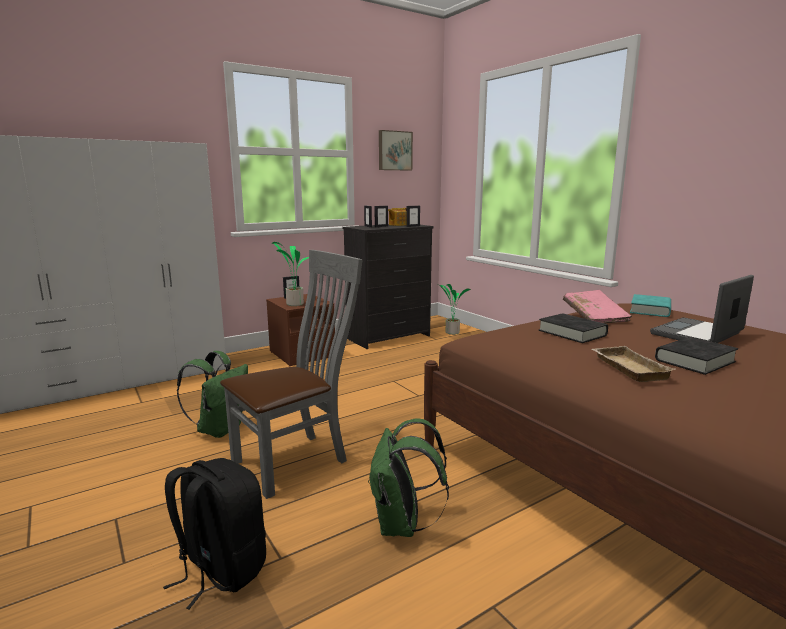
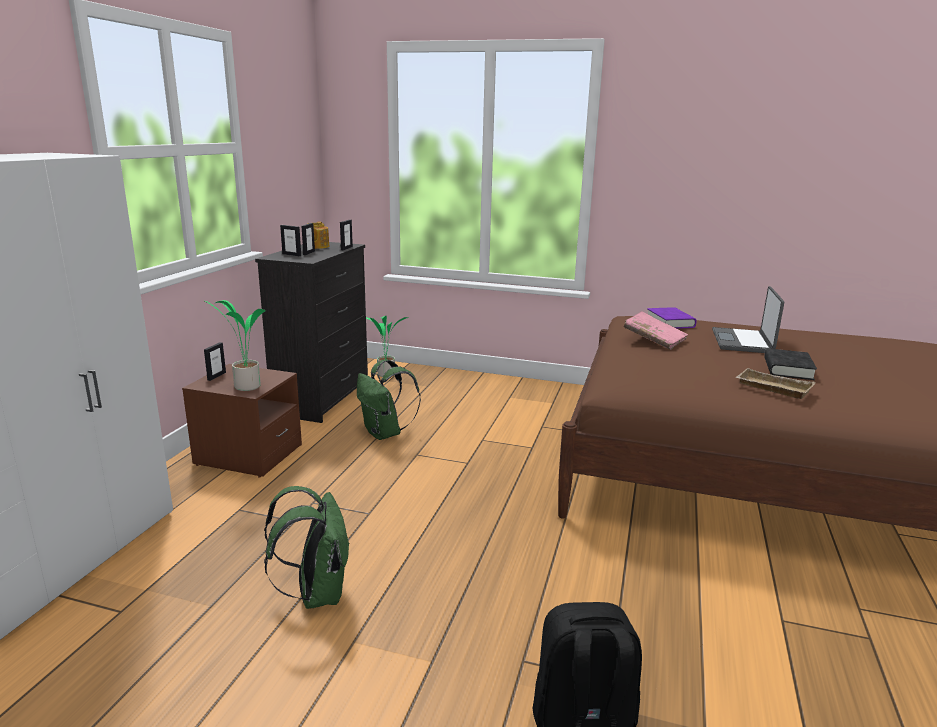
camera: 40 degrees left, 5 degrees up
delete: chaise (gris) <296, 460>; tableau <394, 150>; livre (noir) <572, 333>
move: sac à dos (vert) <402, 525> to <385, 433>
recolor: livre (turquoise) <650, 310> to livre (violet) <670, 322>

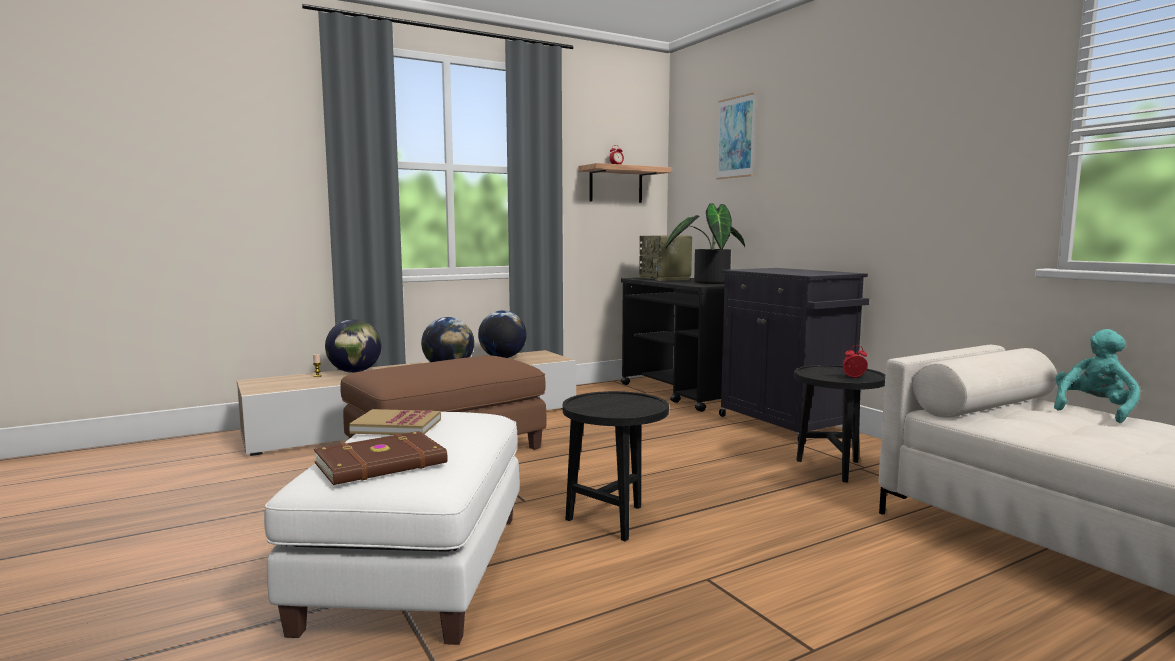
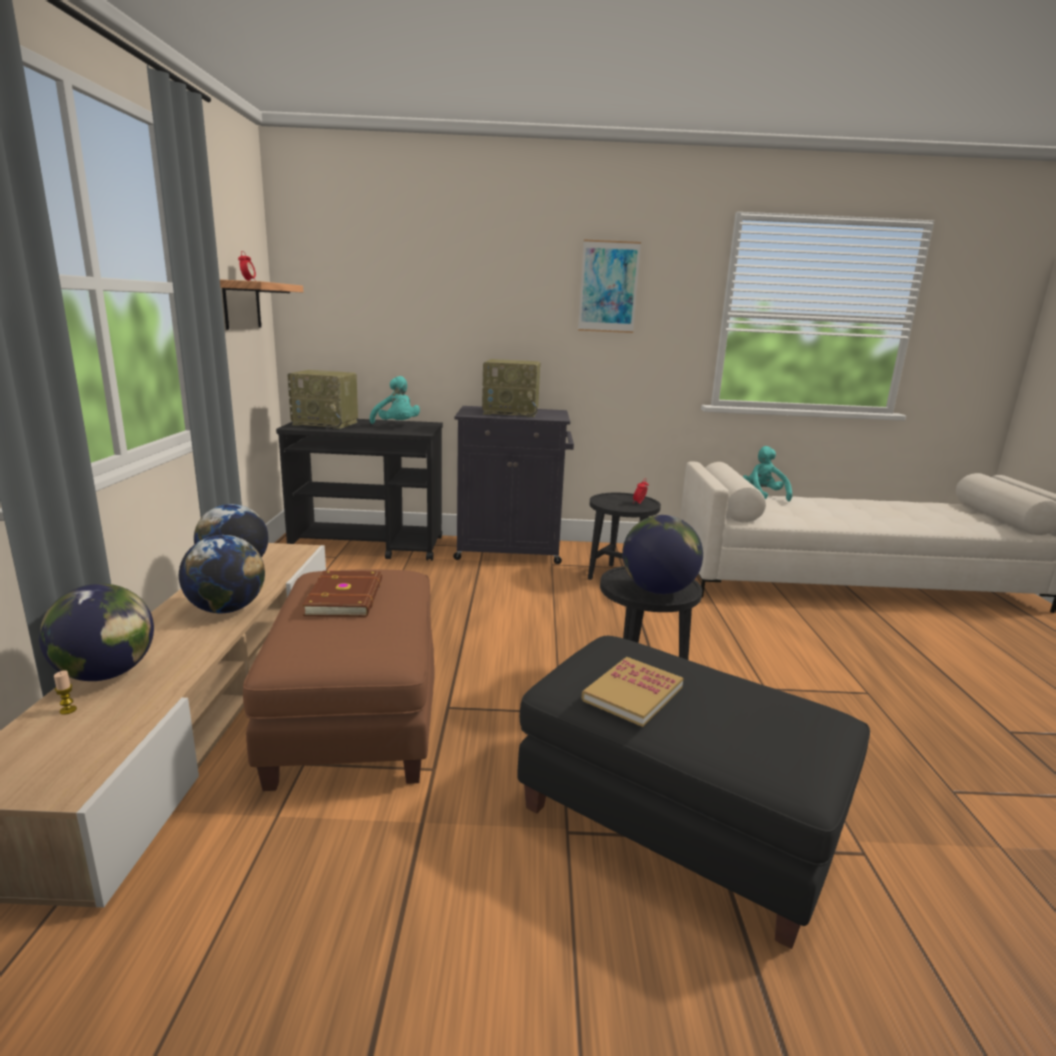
camera: 60 degrees left, 10 degrees up
insert: radio <512, 412>; globe <658, 590>
move: livre (marron) <382, 464> to <347, 597>; tableau <735, 137> to <608, 287>
replace: plante en pot <707, 282> to peluche (turquoise) <396, 425>
recolor: pouf (blanc) <418, 568> to pouf (noir) <675, 819>

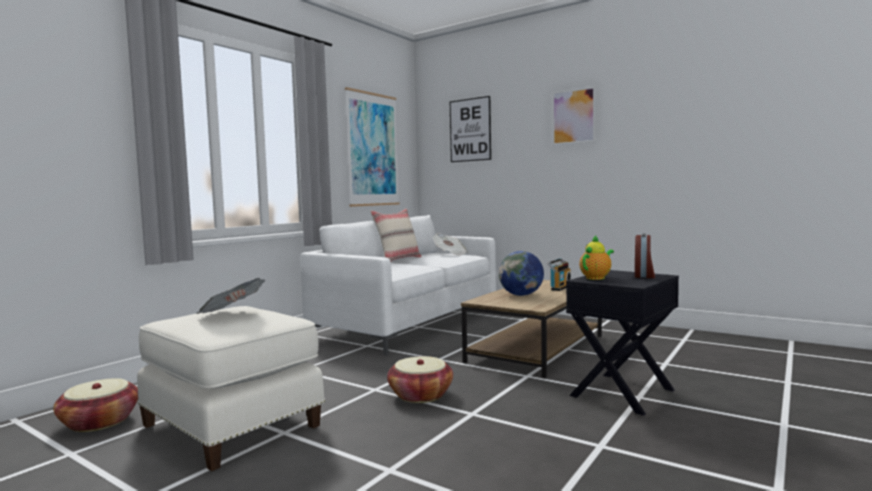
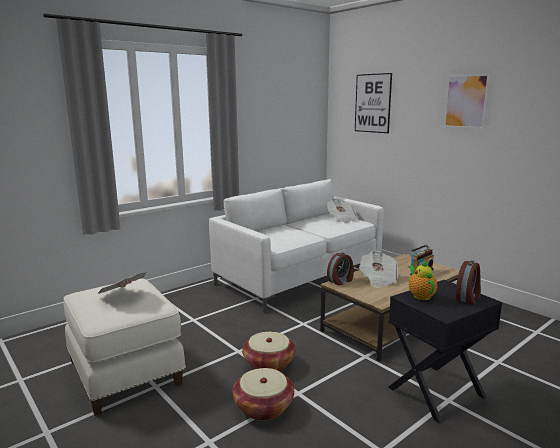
camera: 15 degrees right, 10 degrees up
delete: tableau <372, 149>; coussin (beige) <398, 260>
insert: réveil <341, 281>
move: panier <99, 422> to <263, 407>
replace: globe <521, 295> to journal <378, 279>
rotate: théière <596, 278> = <420, 295> 75 degrees counterclockwise

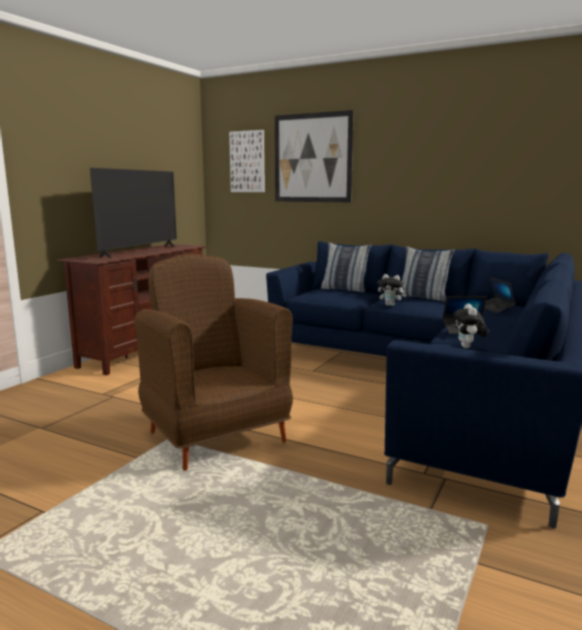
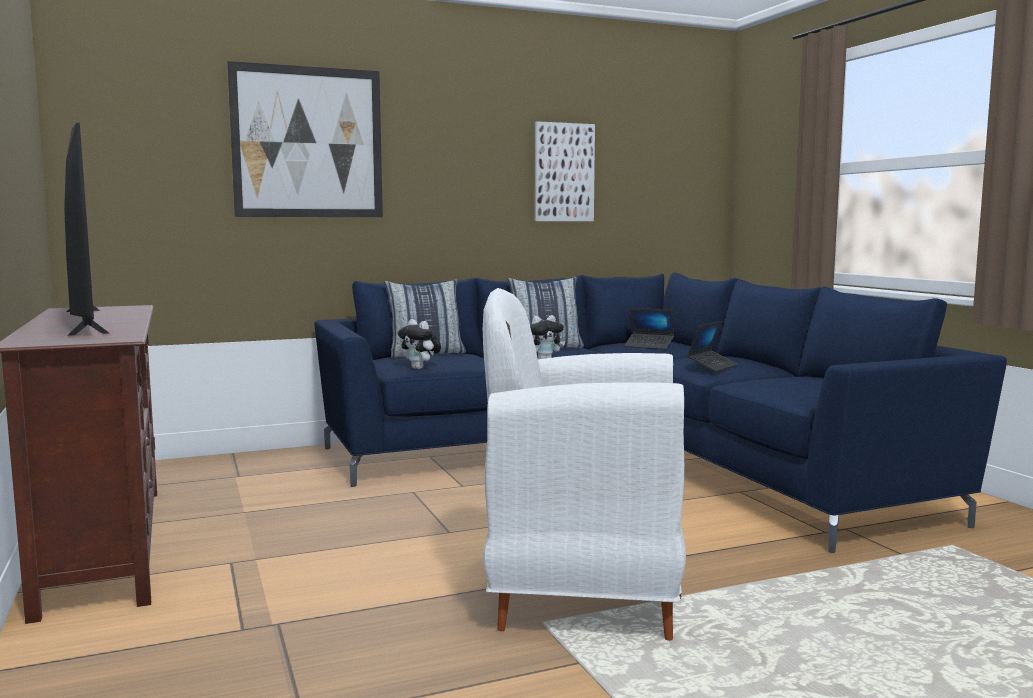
camera: 50 degrees left, 5 degrees down
move: tableau <247, 161> to <564, 172>; peluche <468, 347> to <420, 368>
recolor: fauteuil (marron) <215, 436> to fauteuil (blanc) <583, 594>

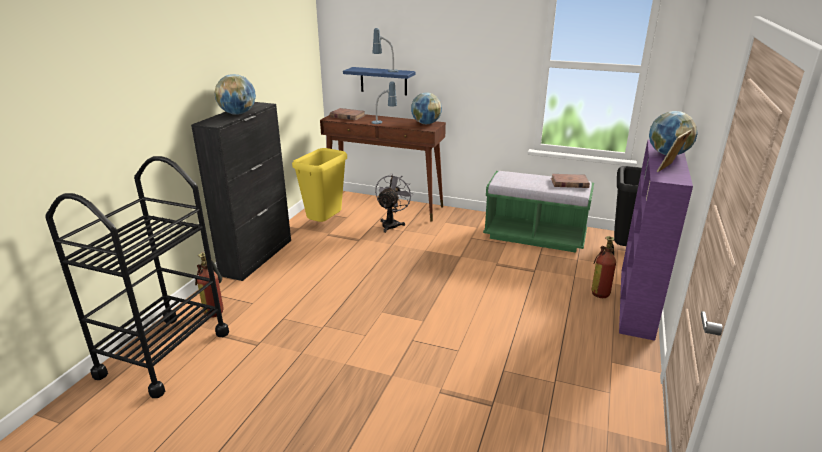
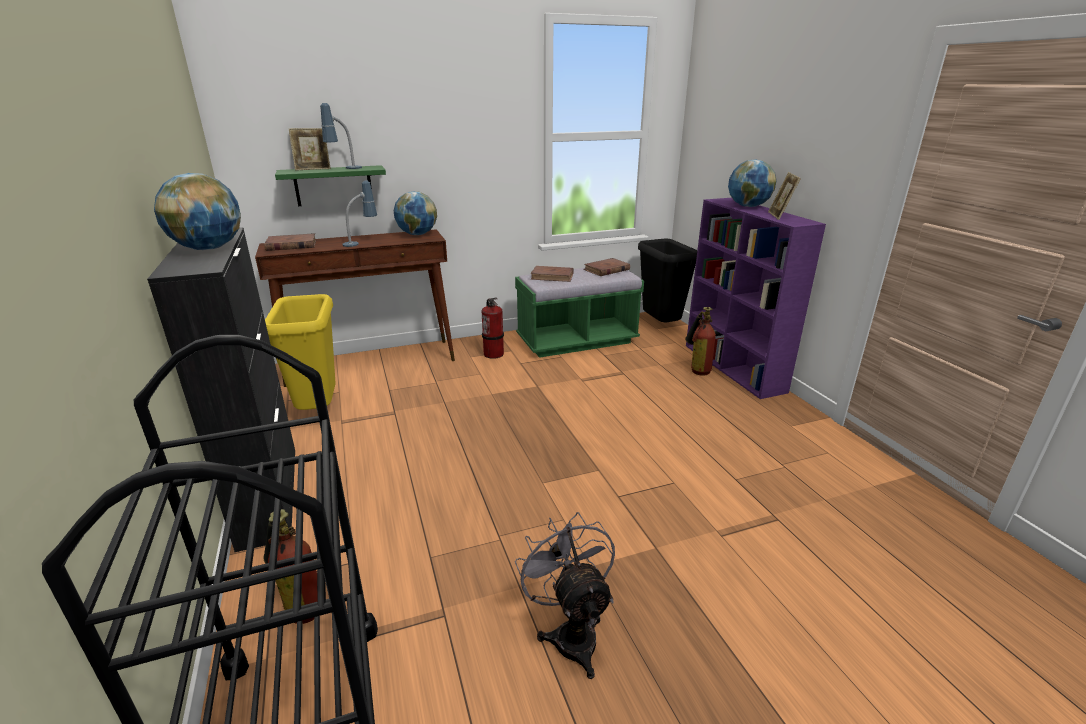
camera: 40 degrees left, 0 degrees up
insert: cadre photo <313, 169>; extincteur <494, 354>; livre (marron) <552, 276>
move: ventilateur (gris) <392, 224> to <570, 633>
recolor: étagère (bleu) <383, 81> to étagère (vert) <333, 185>

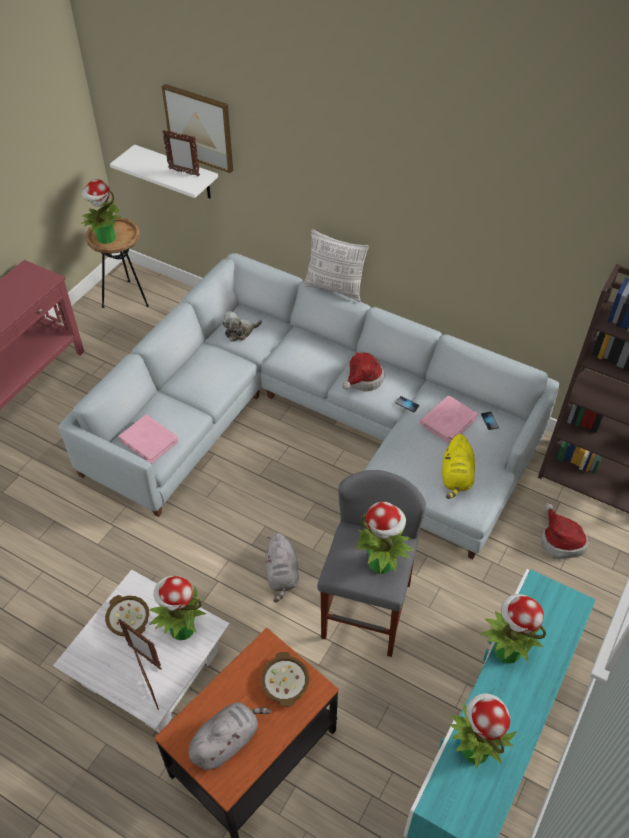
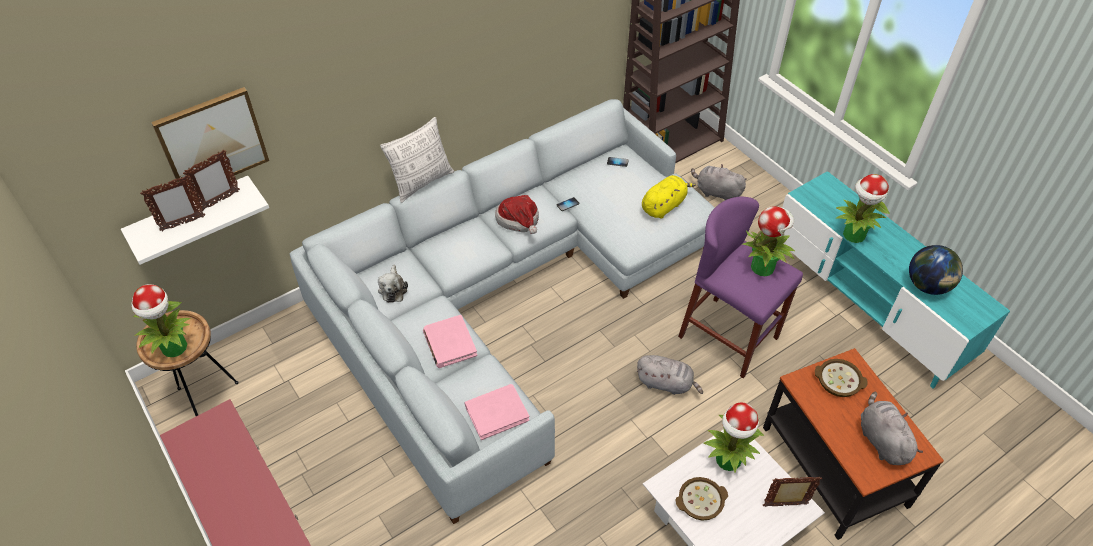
camera: 65 degrees left, 0 degrees up
move: cadre photo <144, 657> to <182, 223>; livre (rose) <448, 421> to <449, 343>
replace: plante en pot <474, 748> to globe <928, 285>; chapeau <560, 541> to peluche (gris) <716, 192>
recolor: tabouret (gris) <366, 610> to tabouret (violet) <728, 337>
rotate: peluche (jaune) <456, 477> = <664, 206> 75 degrees counterclockwise

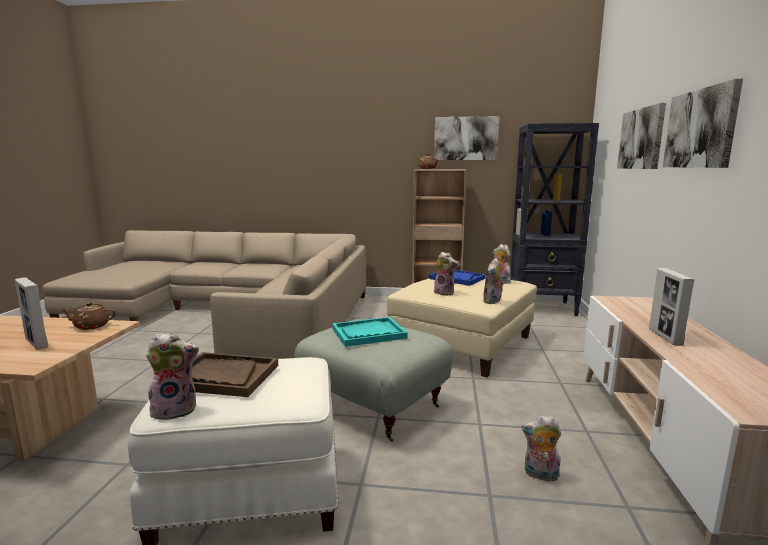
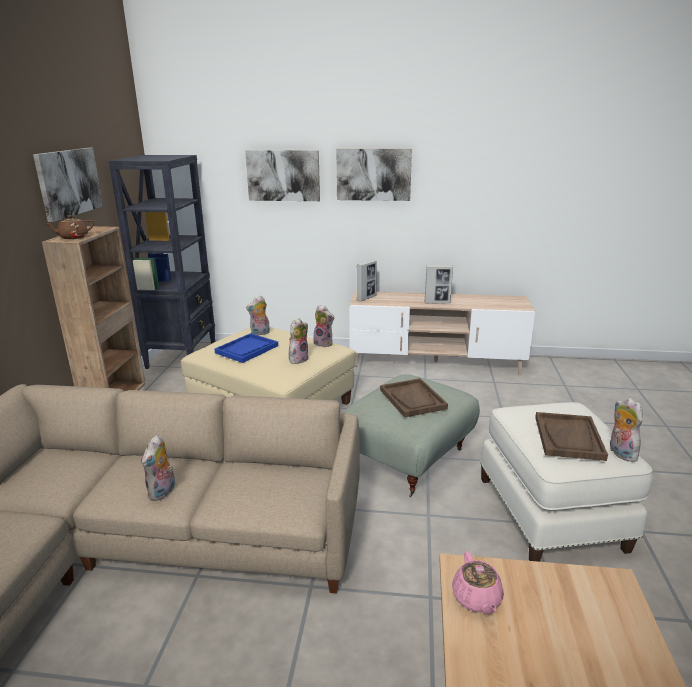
camera: 90 degrees left, 10 degrees up
move: cadre photo <37, 343> to <366, 298>; peluche <540, 475> to <163, 492>
recolor: théière (marron) <91, 326> to théière (rose) <476, 599>; plateau (turquoise) <368, 333> to plateau (marron) <413, 399>

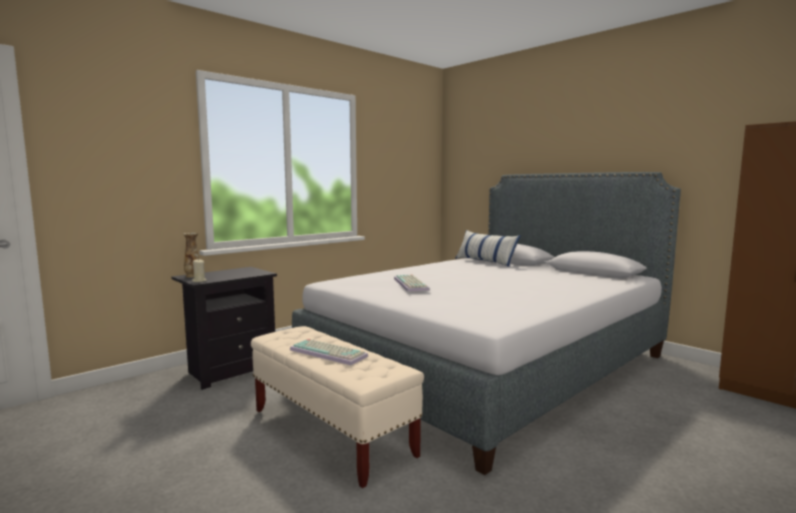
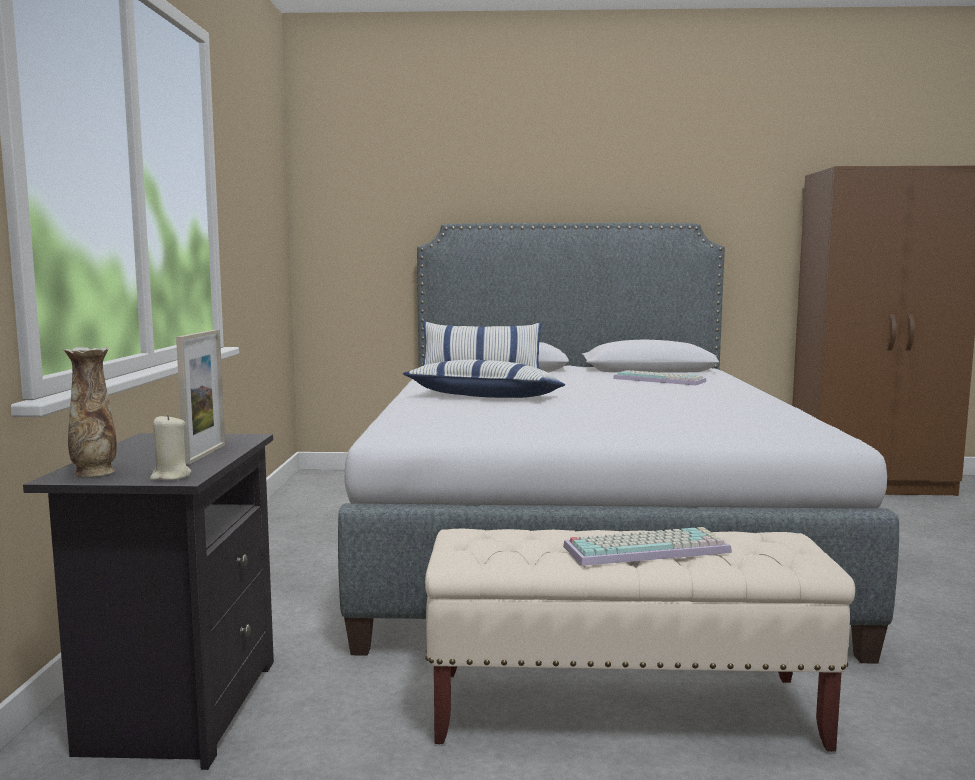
camera: 45 degrees left, 0 degrees up
insert: cadre photo <205, 454>; coussin <485, 397>
move: clavier <412, 284> to <660, 380>

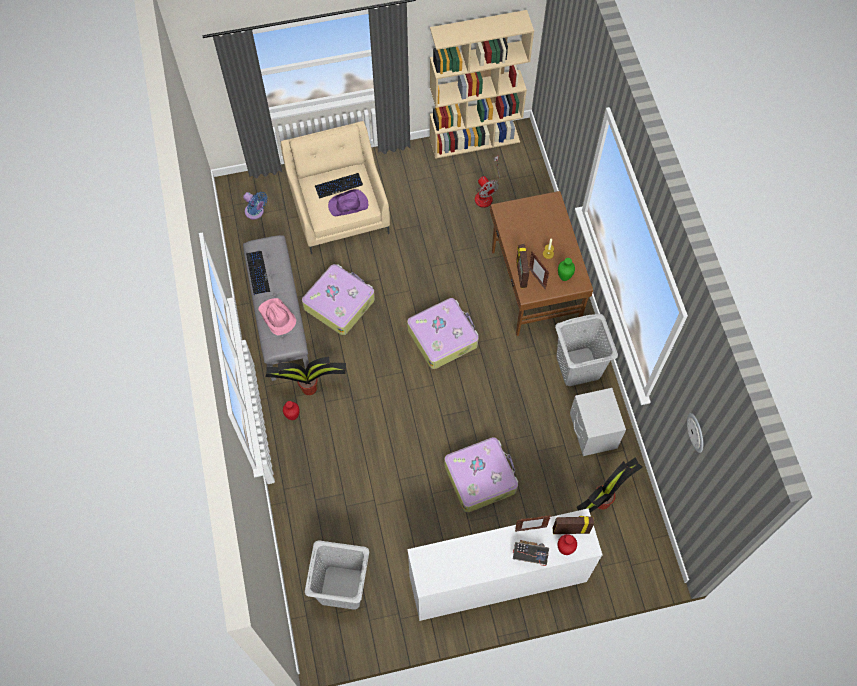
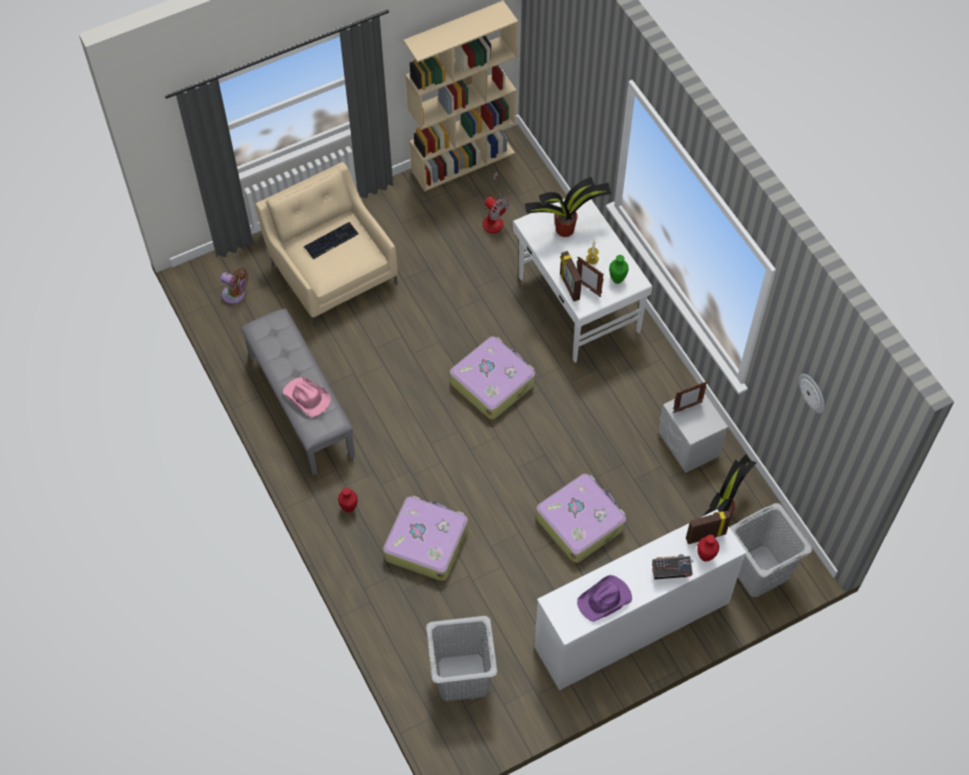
camera: 15 degrees left, 5 degrees down
delete: clavier <257, 273>
move: plante en pot <310, 387> to <566, 229>; valise <339, 303> to <426, 542>; chapeau (violet) <348, 205> to <605, 600>; cadre photo <530, 529> to <687, 407>; panier à linge (gris) <578, 367> to <758, 571>
recolor: ventilateur (bleu) <256, 212> to ventilateur (marron) <235, 295>; bureau (marron) <534, 286> to bureau (blanc) <578, 305>

